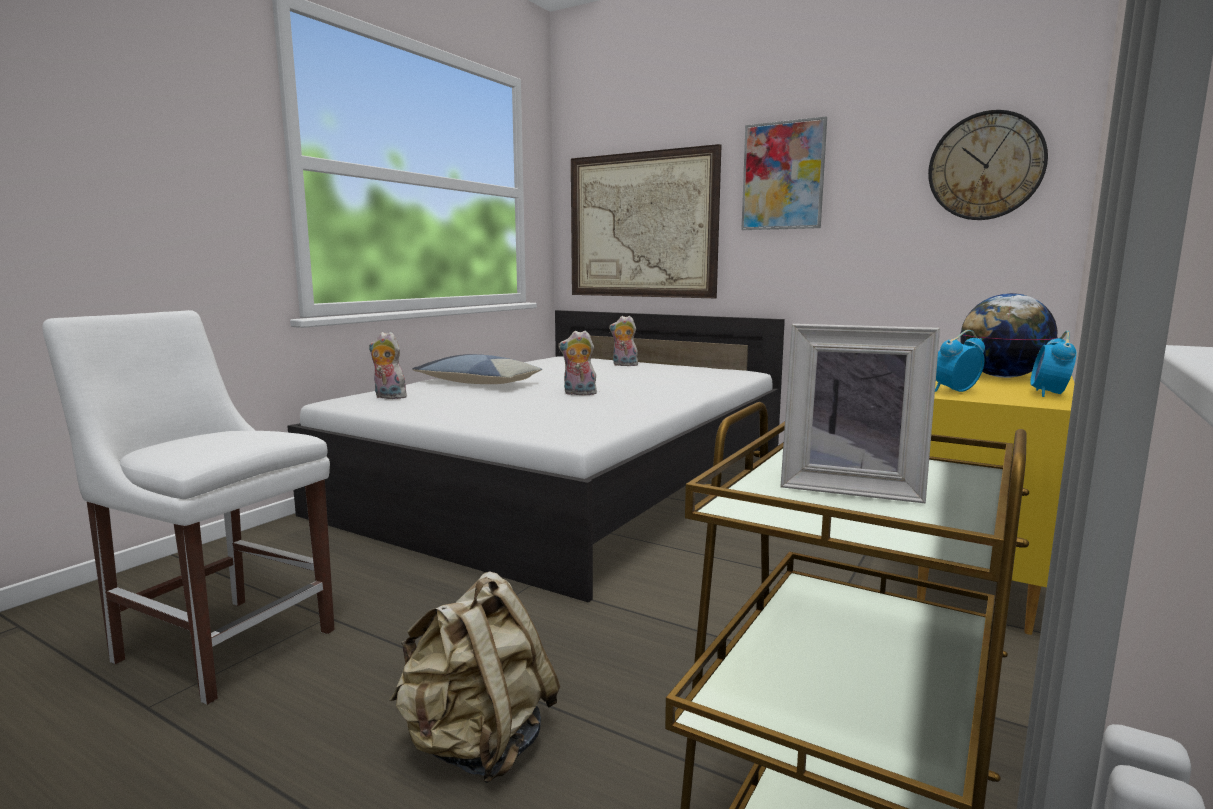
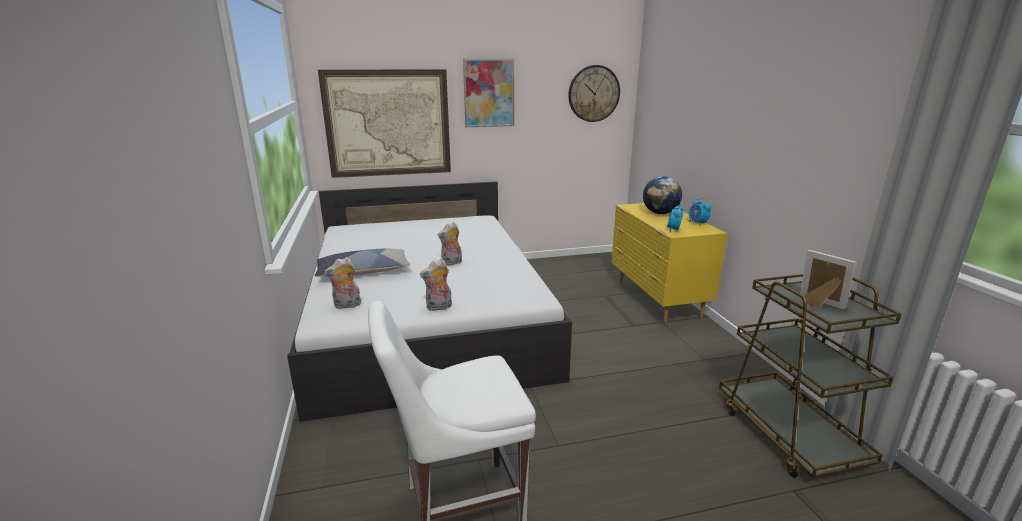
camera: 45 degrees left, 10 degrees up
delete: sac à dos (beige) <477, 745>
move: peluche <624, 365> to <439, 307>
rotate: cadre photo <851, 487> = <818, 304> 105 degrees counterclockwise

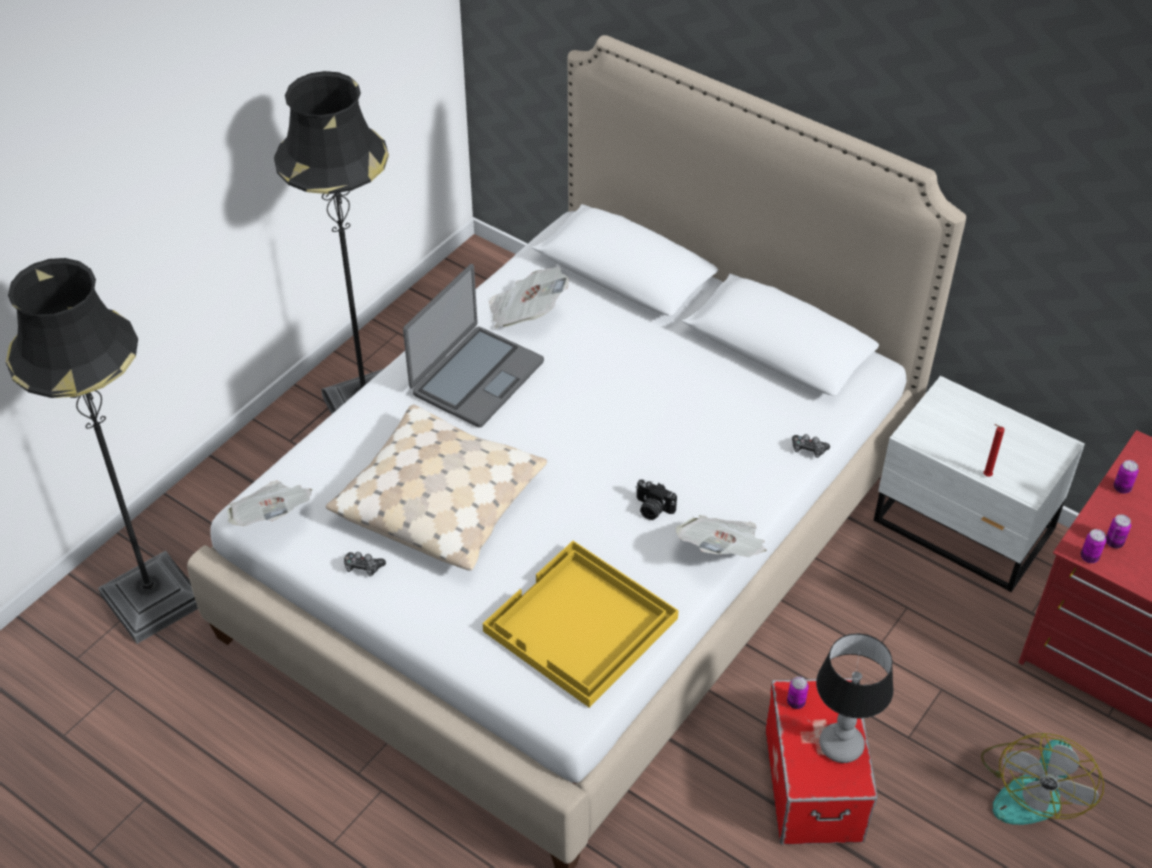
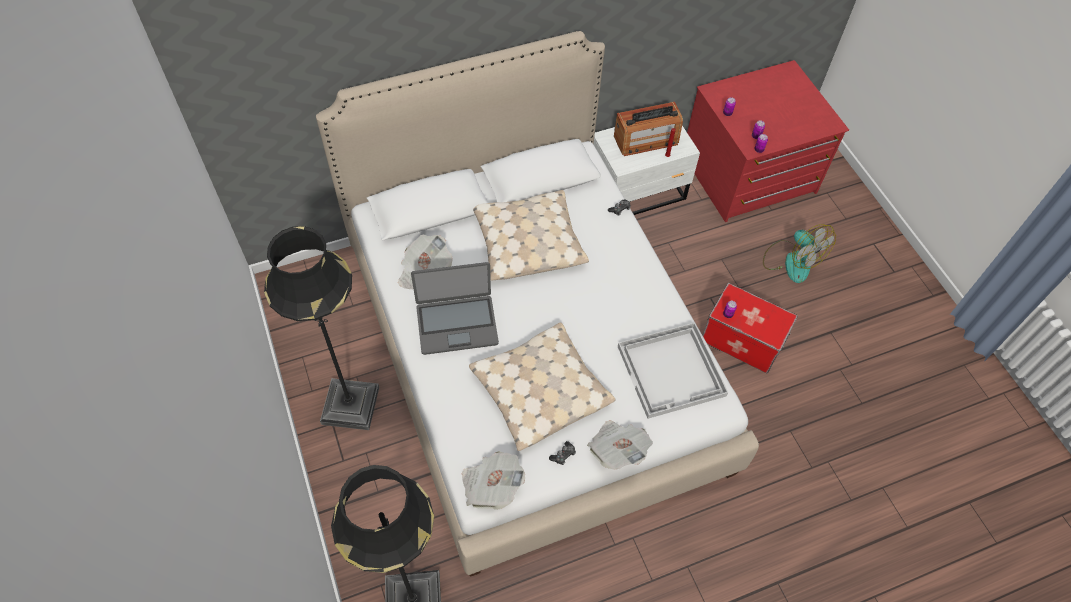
camera: 60 degrees left, 10 degrees up
delete: appareil photo <652, 509>; lampe de table <840, 745>
insert: coussin (beige) <528, 242>; radio <646, 140>
move: journal <722, 551> to <617, 449>
recolor: plateau (jaune) <581, 626> to plateau (blanc) <672, 371>
rotate: ordinateur portable <476, 377> = <457, 324> 105 degrees clockwise

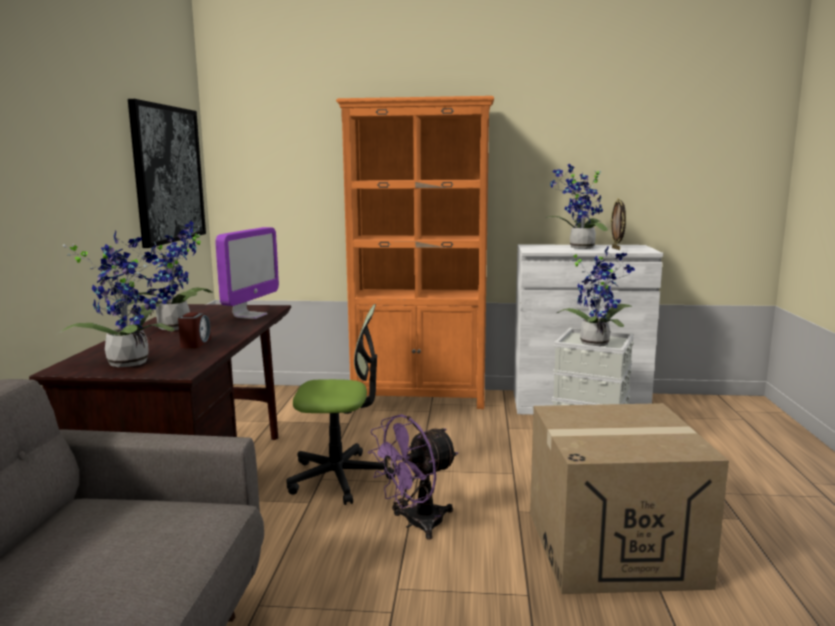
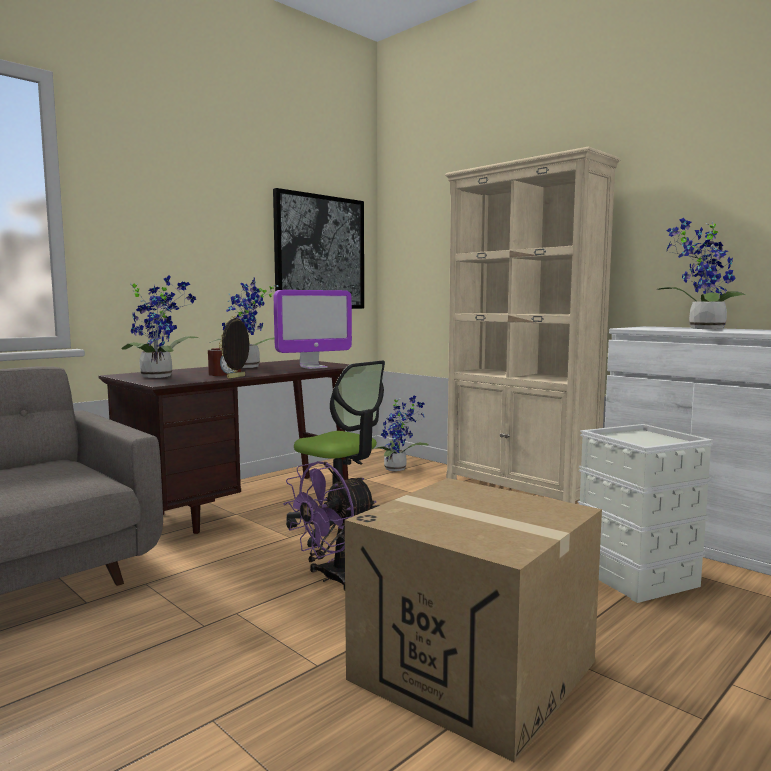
camera: 40 degrees right, 5 degrees down
move: plante en pot <596, 343> to <398, 469>; cadre photo <616, 249> to <236, 377>
recolor: bibliothèque (orange) <420, 398> to bibliothèque (beige) <520, 492>
rotate: ventilateur (violet) <416, 524> = <333, 578> 45 degrees counterclockwise

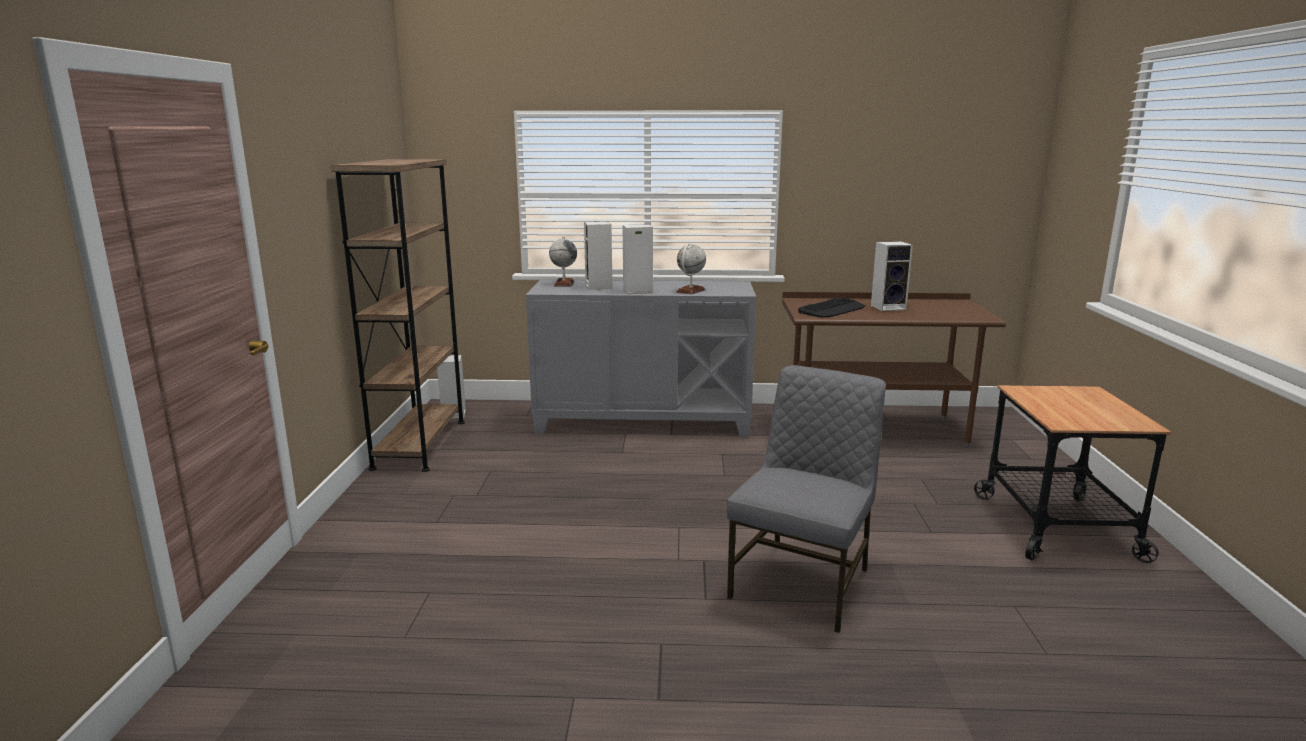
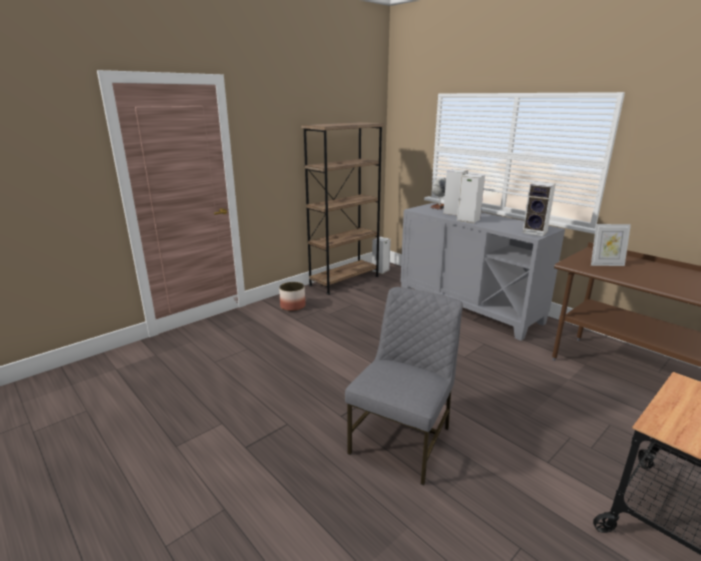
camera: 45 degrees right, 5 degrees up
delete: globe <690, 291>
insert: cache-pot <293, 306>
move: enceinte <889, 307> to <536, 232>
replace: clavier <832, 309> to cadre photo <606, 264>
rotate: chaise (gris) <803, 583> = <403, 440> 45 degrees counterclockwise

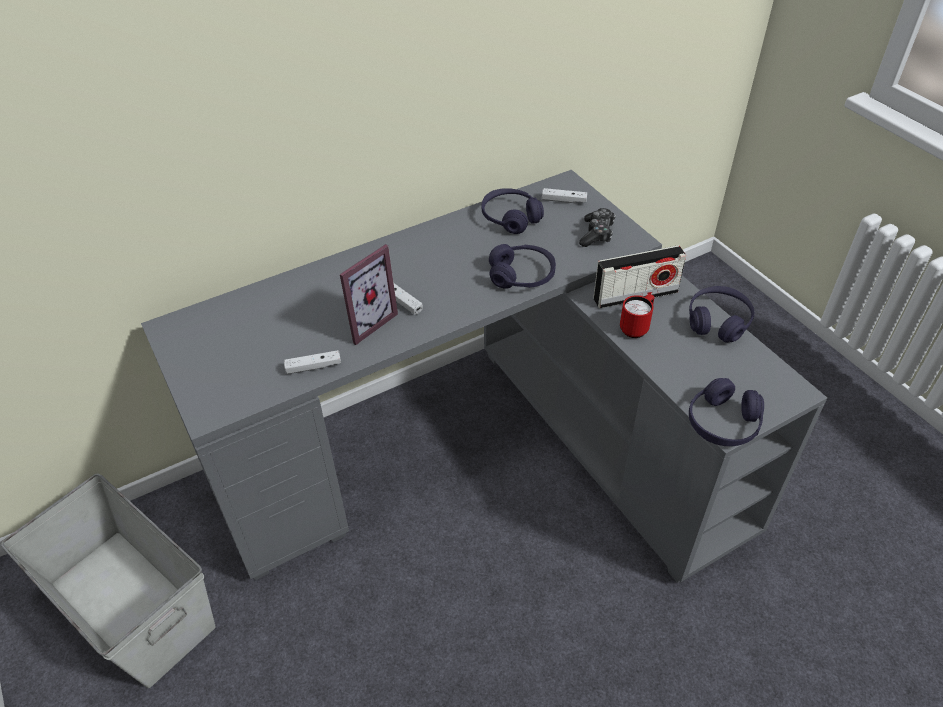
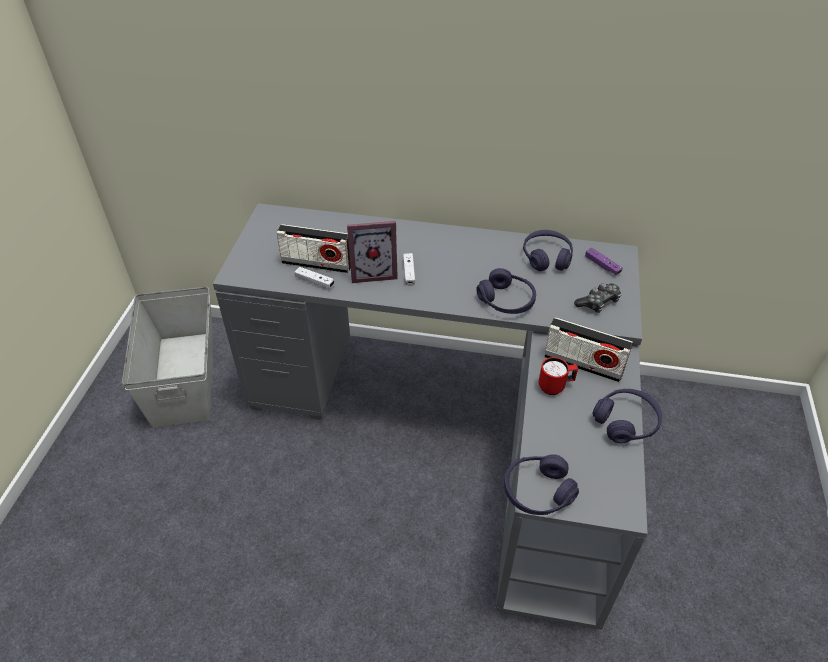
camera: 40 degrees right, 0 degrees up
insert: radio <316, 264>
recolor: manette (blanc) <564, 200> to manette (violet) <602, 265>

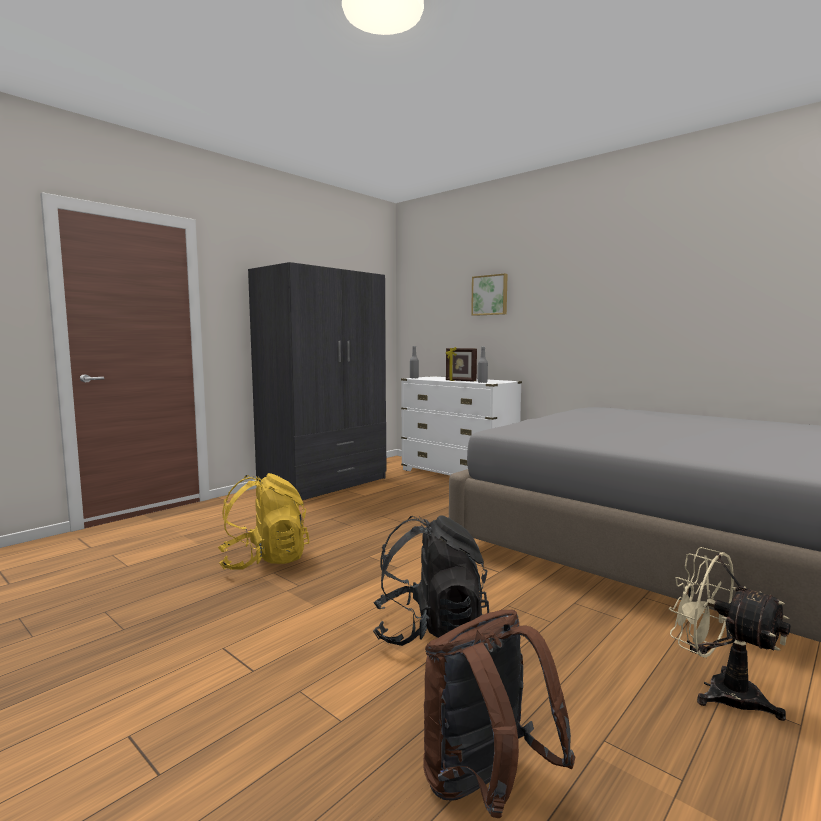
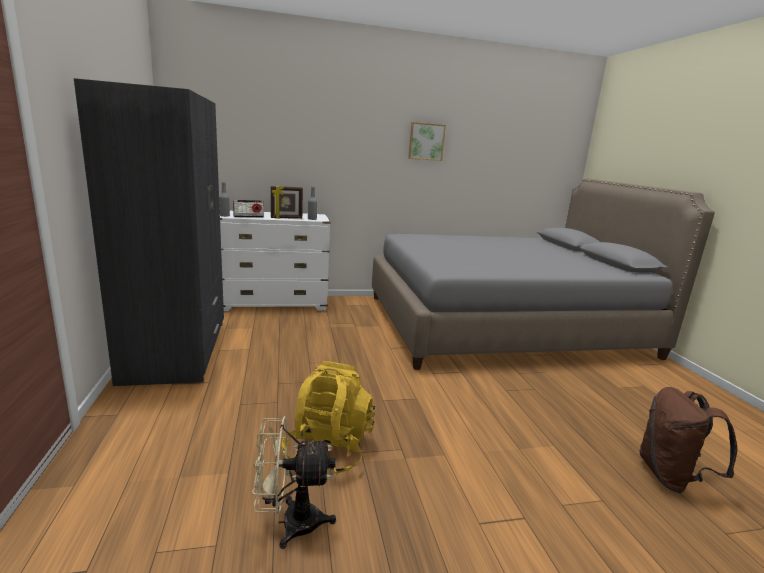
camera: 55 degrees left, 10 degrees up
delete: sac à dos (noir) <429, 630>
insert: radio <248, 217>
move: tableau <490, 295> to <426, 141>; ventilateur (beige) <719, 690> to <290, 523>

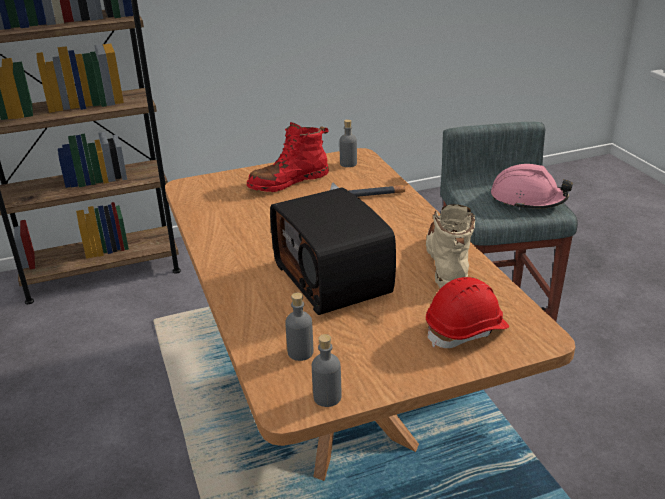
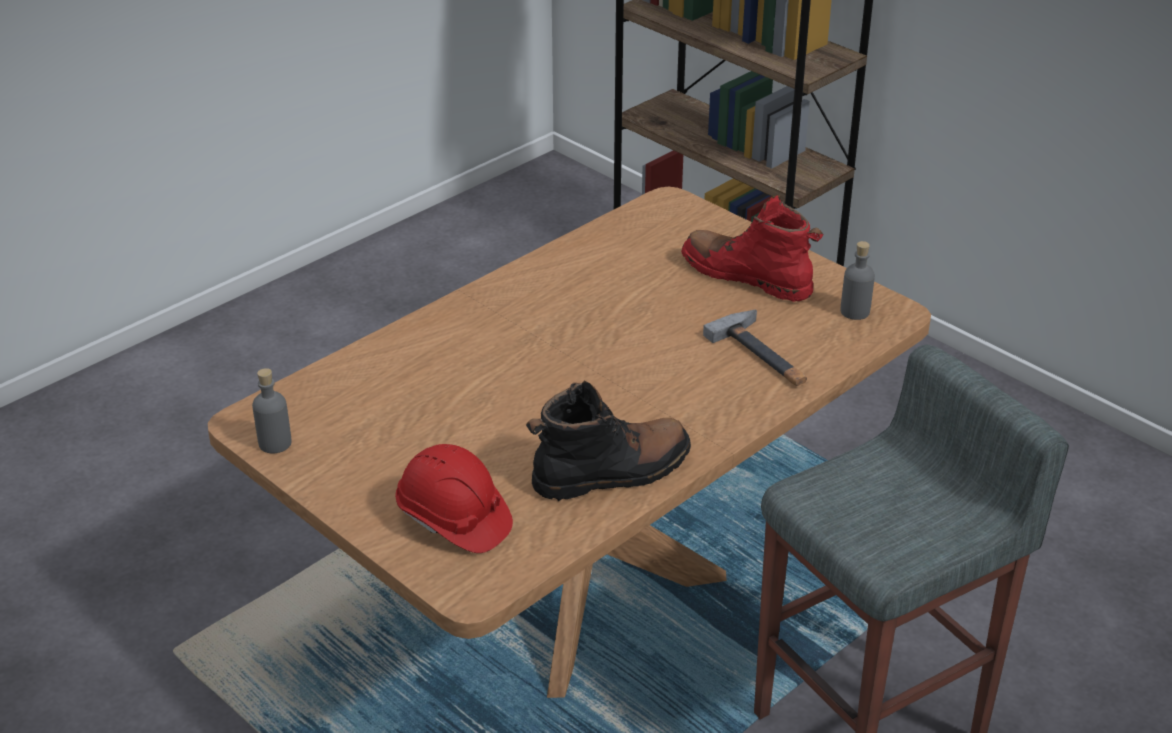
camera: 65 degrees right, 5 degrees up
delete: radio <334, 278>; bouteille (gris) <300, 352>; casque de chantier (rose) <527, 199>
recolor: botte (beige) <447, 263> to botte (noir) <611, 472>

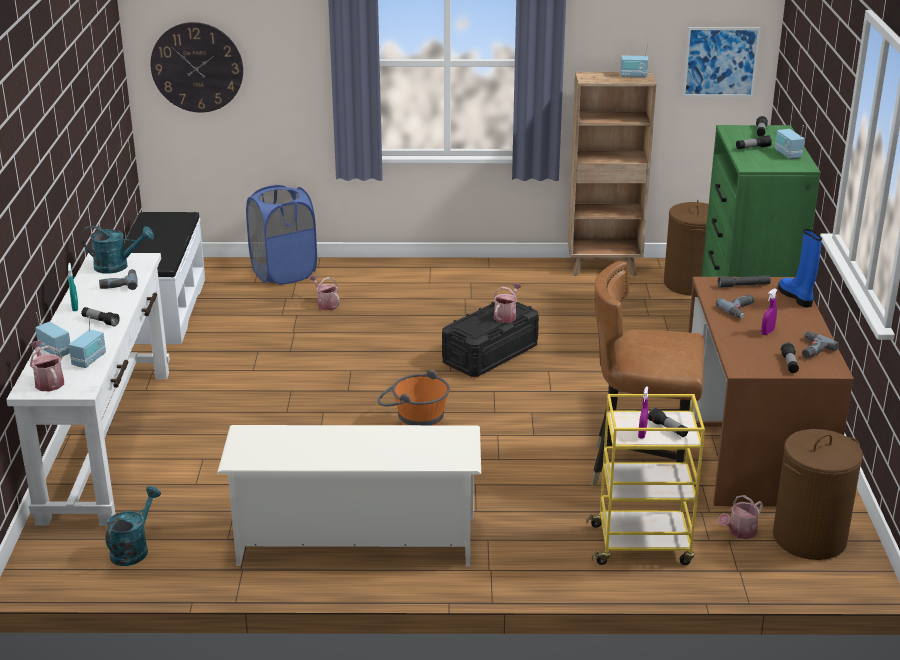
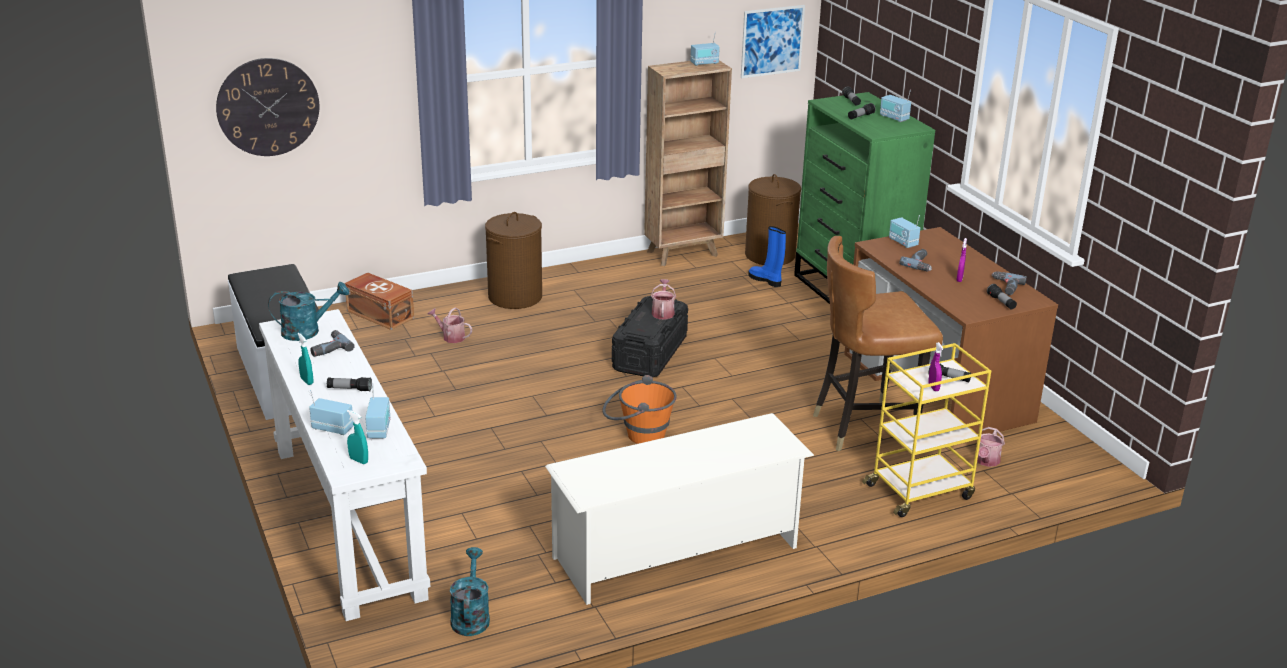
camera: 25 degrees left, 0 degrees up
move: panier à linge (marron) <809, 538> to <515, 296>; botte (bleu) <796, 297> to <766, 280>
replace: arrosoir <48, 381> to vaporisateur (turquoise) <358, 460>; panier à linge (bleu) <284, 273> to boîte de rangement (marron) <380, 314>; lampe de poche (gris) <743, 285> to radio <903, 242>

